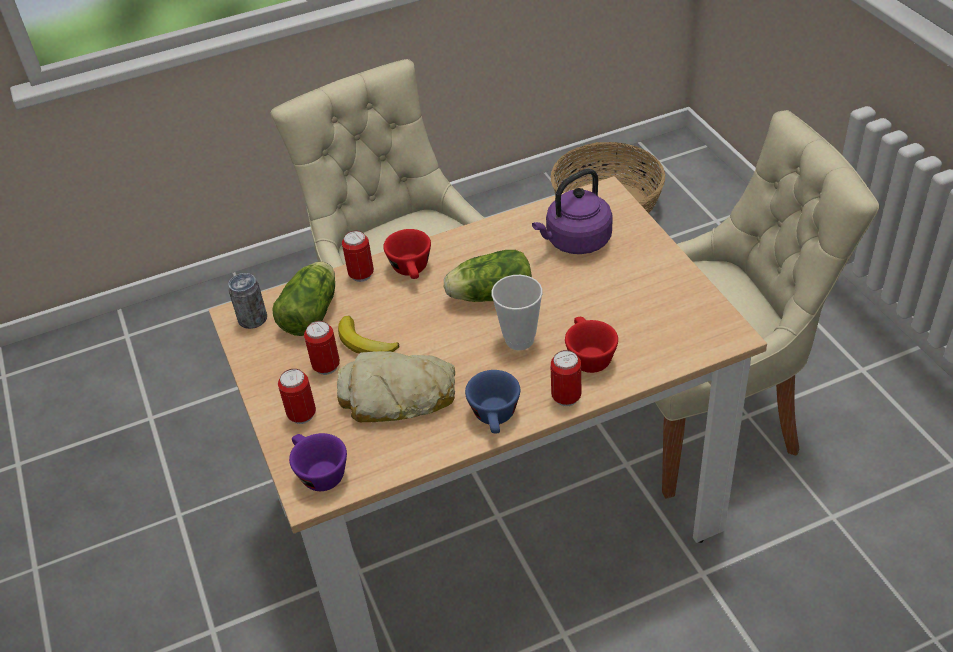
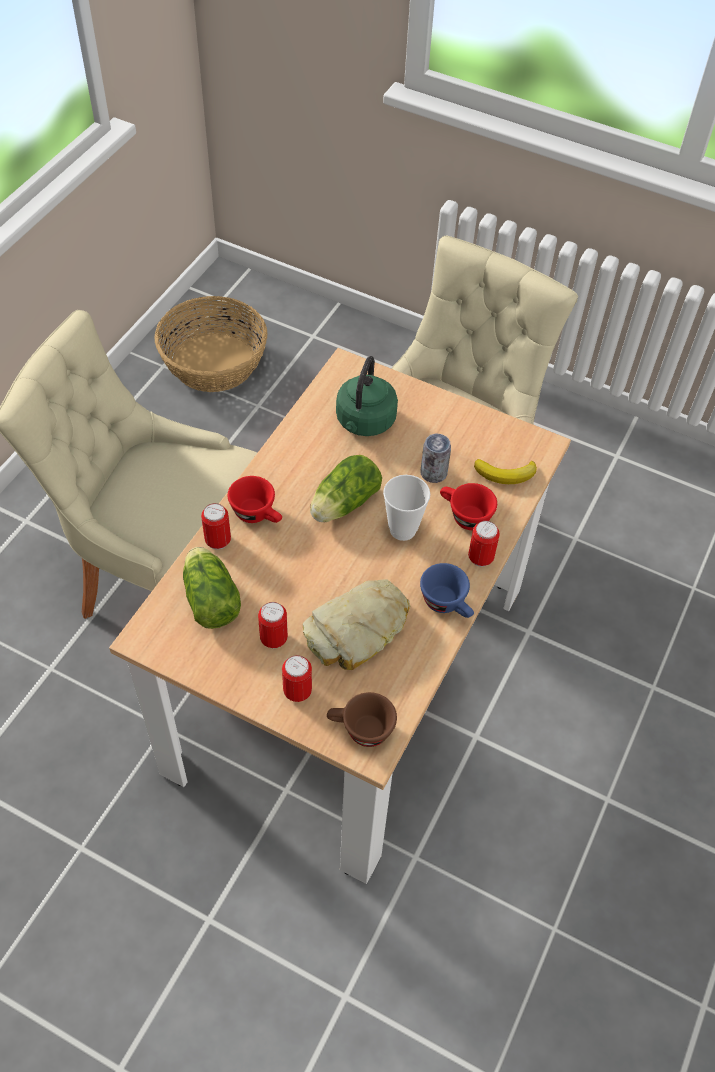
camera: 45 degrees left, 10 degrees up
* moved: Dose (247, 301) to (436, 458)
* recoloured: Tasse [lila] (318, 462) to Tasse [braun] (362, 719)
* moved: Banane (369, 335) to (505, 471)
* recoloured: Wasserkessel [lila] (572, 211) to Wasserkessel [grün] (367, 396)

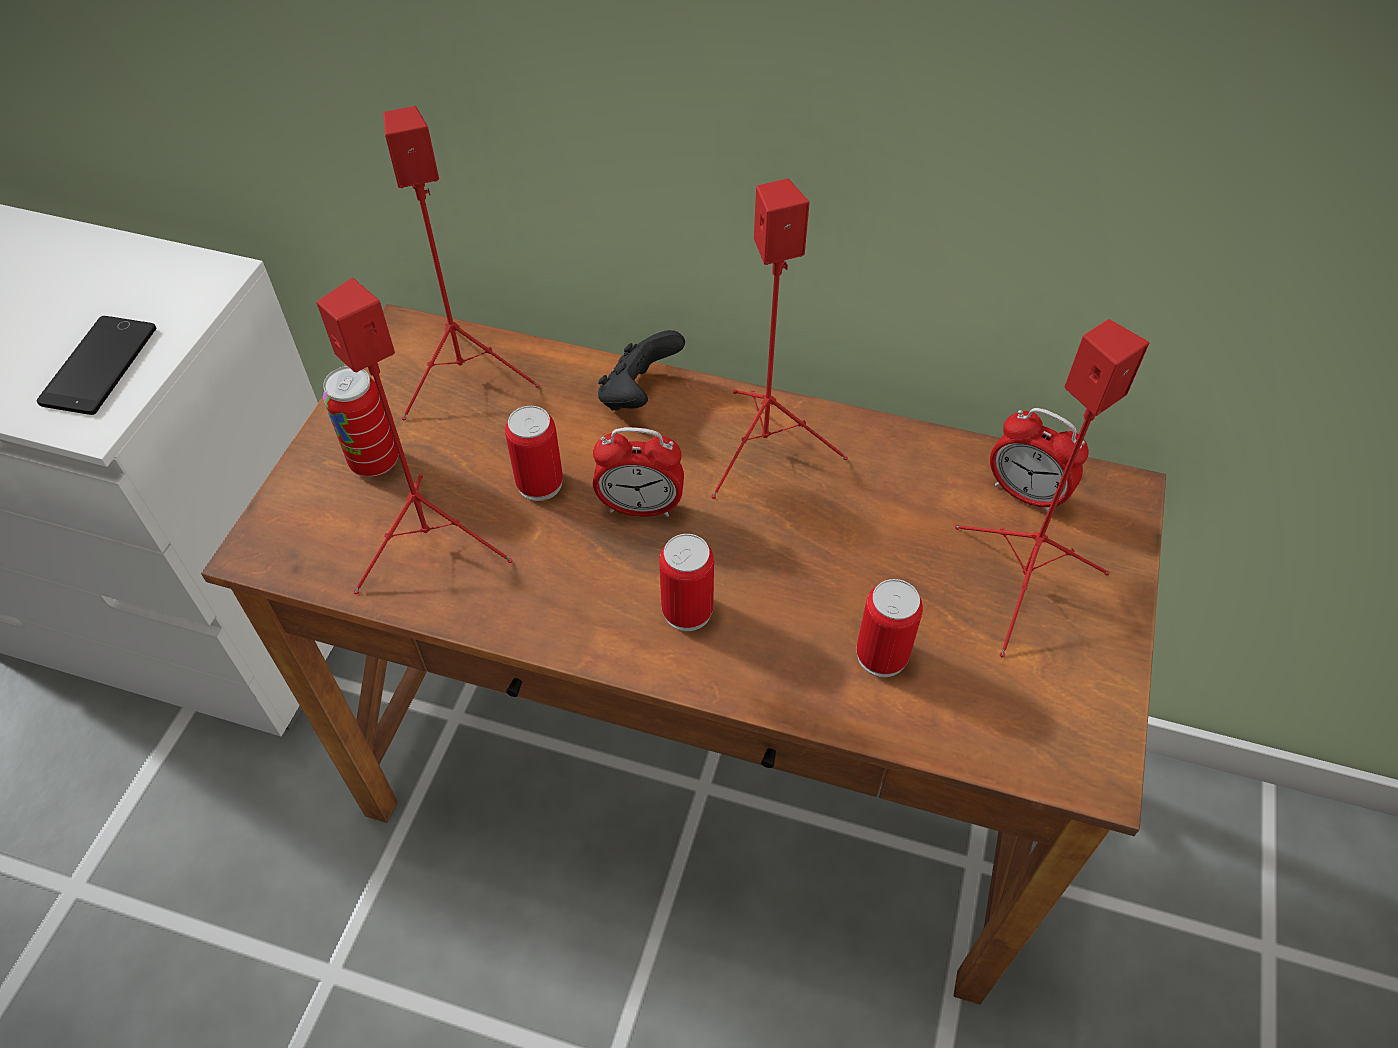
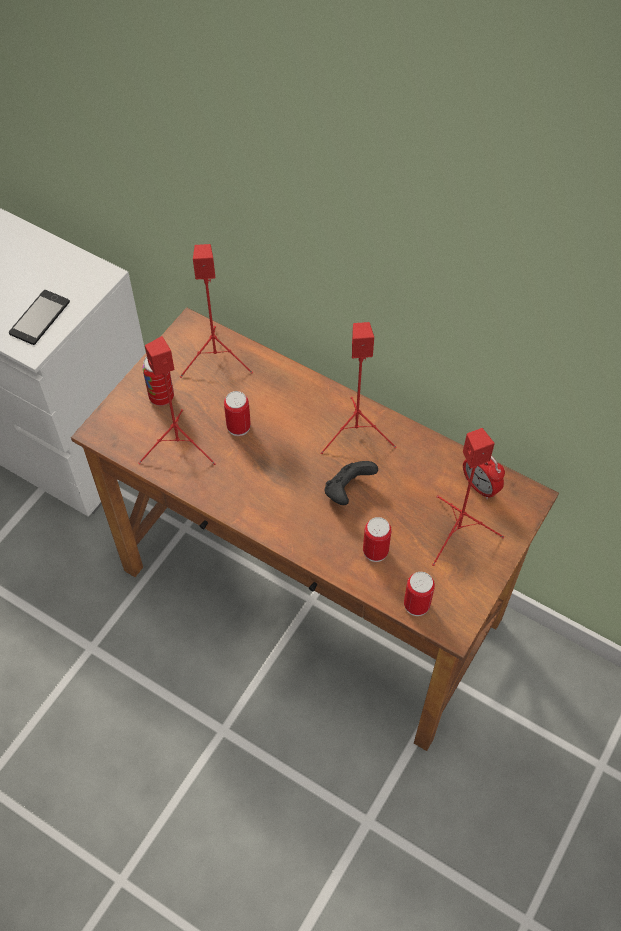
camera: 15 degrees right, 5 degrees up
* removed: Wecker (638, 472)
* moved: Gamepad [schwarz] (641, 370) to (351, 483)
* moved: Dose (686, 582) to (419, 594)

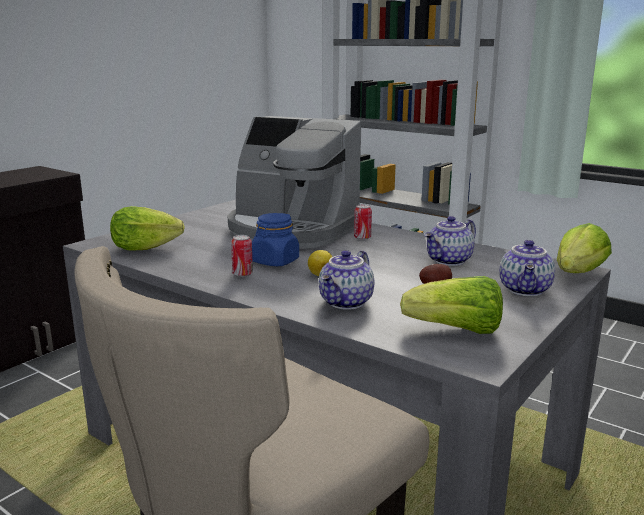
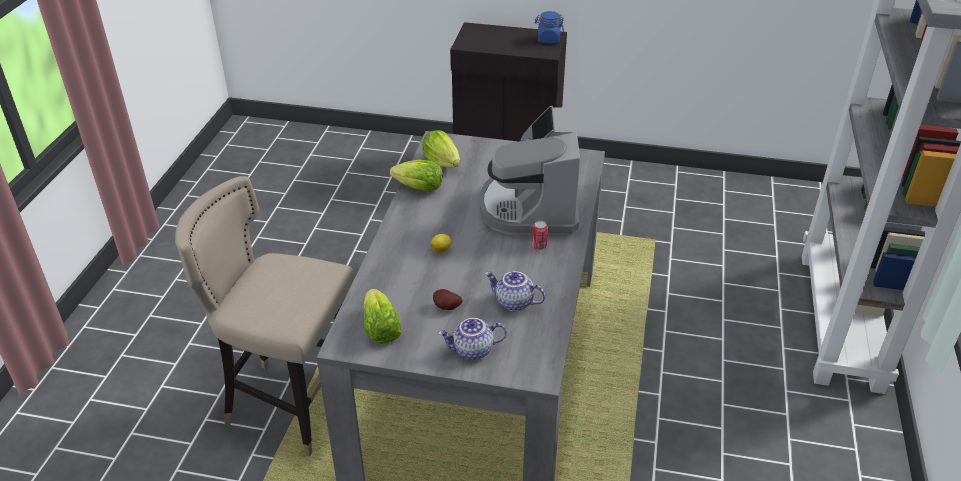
camera: 65 degrees right, 20 degrees up
* removed: Dose (242, 256)
* moved: Vorratsglas [blau] (275, 239) to (549, 27)
* removed: Teekanne (346, 280)
* moved: Salatkopf (584, 248) to (416, 176)

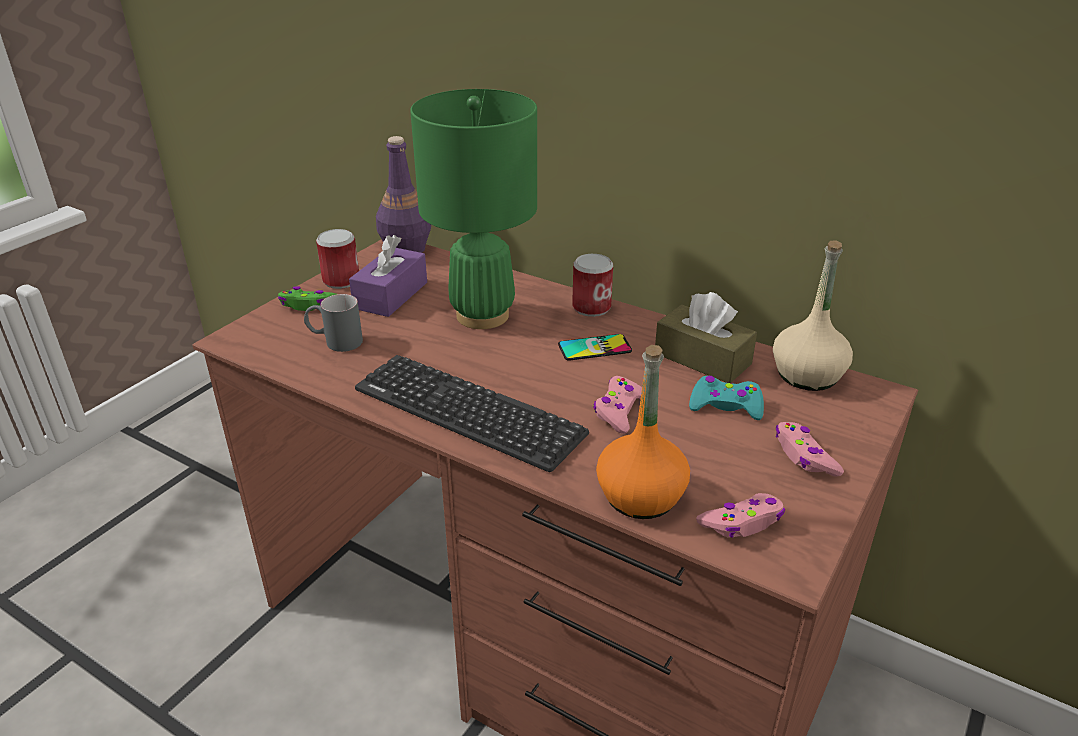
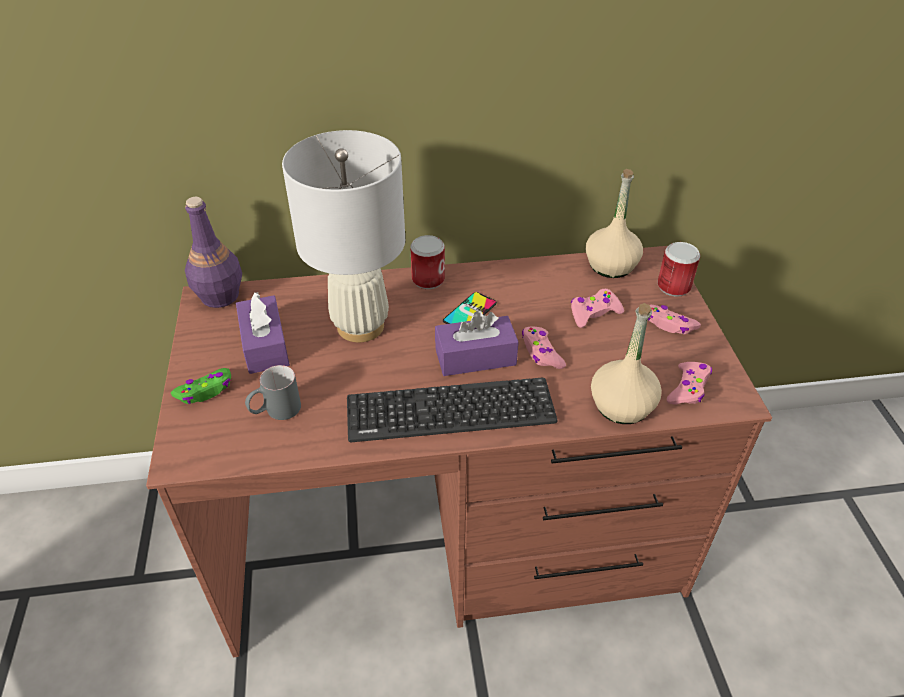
camera: 40 degrees left, 10 degrees up
* moved: Dose (337, 259) to (679, 269)
* recoloured: Tischlampe [grün] (473, 209) to Tischlampe [weiß] (343, 236)
* recoloured: Flasche [orange] (643, 432) to Flasche [beige] (626, 363)
* removed: Taschentuchbox [braun] (706, 337)
* recoloured: Gamepad [türkis] (726, 398) to Gamepad [rosa] (597, 308)
* added: Taschentuchbox [lila] (477, 343)

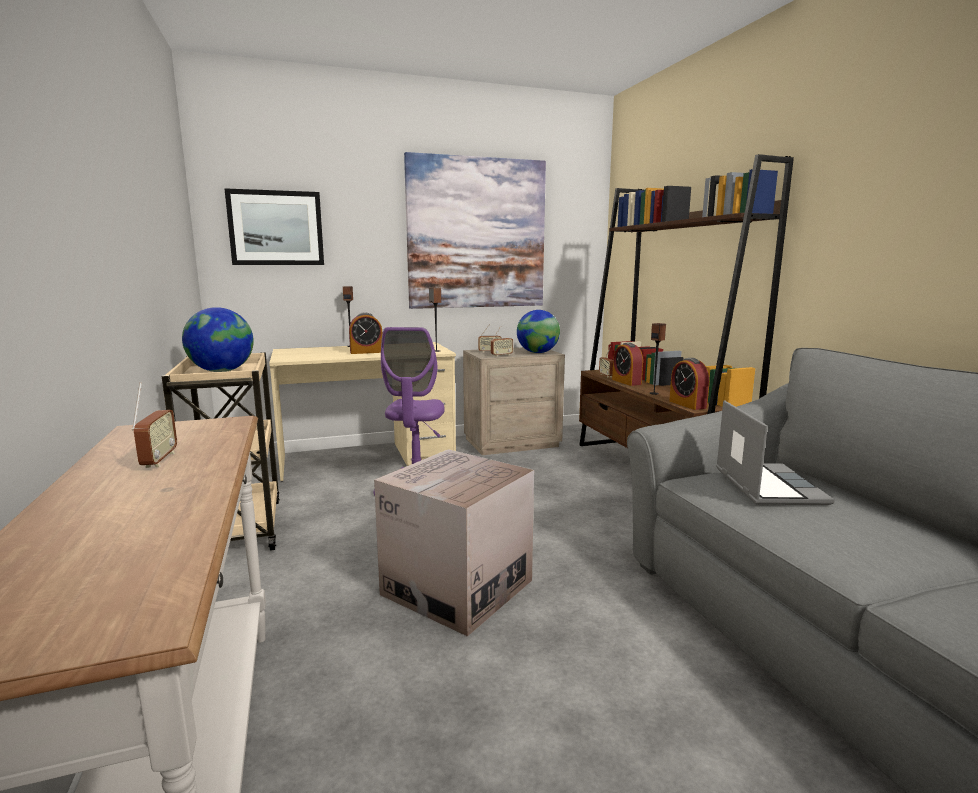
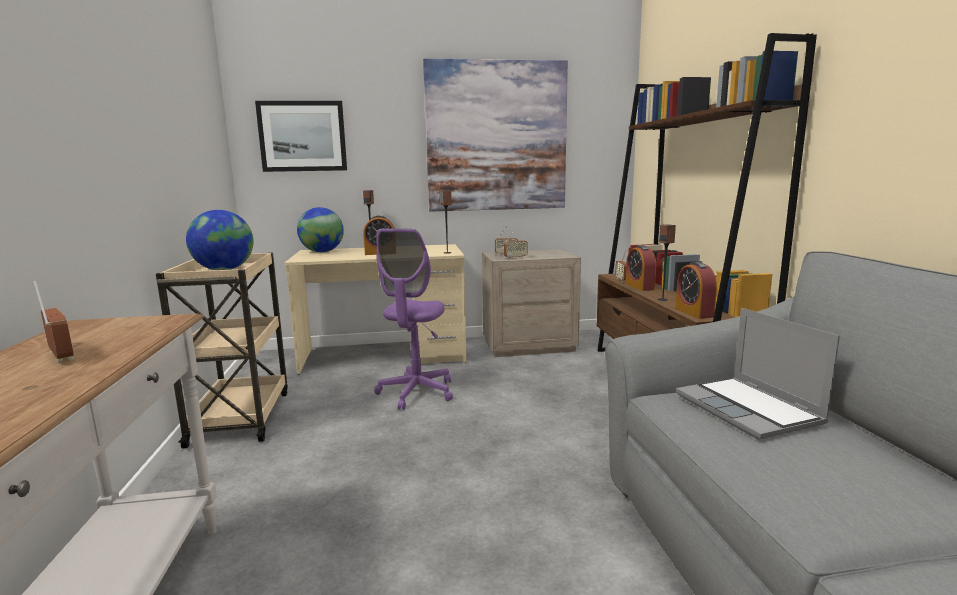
camera: 10 degrees right, 0 degrees up
* turned: Radio (154, 425) = (53, 321) 45 degrees counterclockwise
* removed: Karton (454, 543)
* moved: Globus (538, 331) to (320, 229)
* turned: Laptop (775, 452) = (758, 374) 150 degrees clockwise

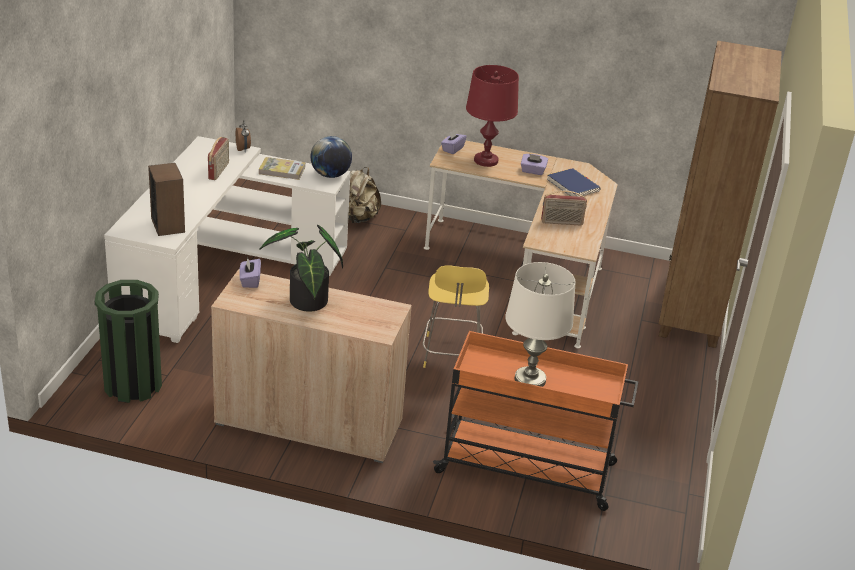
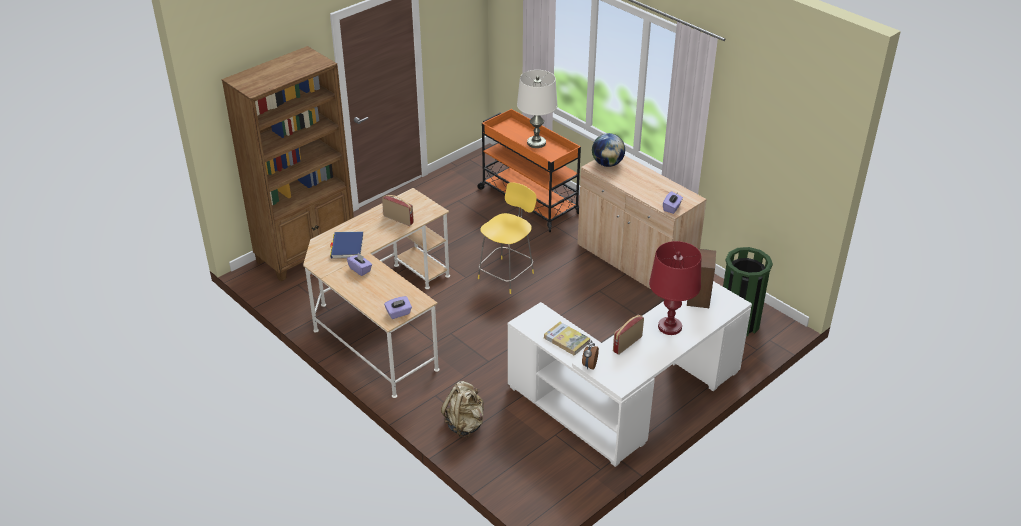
camera: 145 degrees left, 5 degrees up
* removed: Topfpflanze (301, 268)
* moved: Globus (331, 157) to (608, 150)
* moved: Tischlampe [rot] (492, 116) to (675, 288)

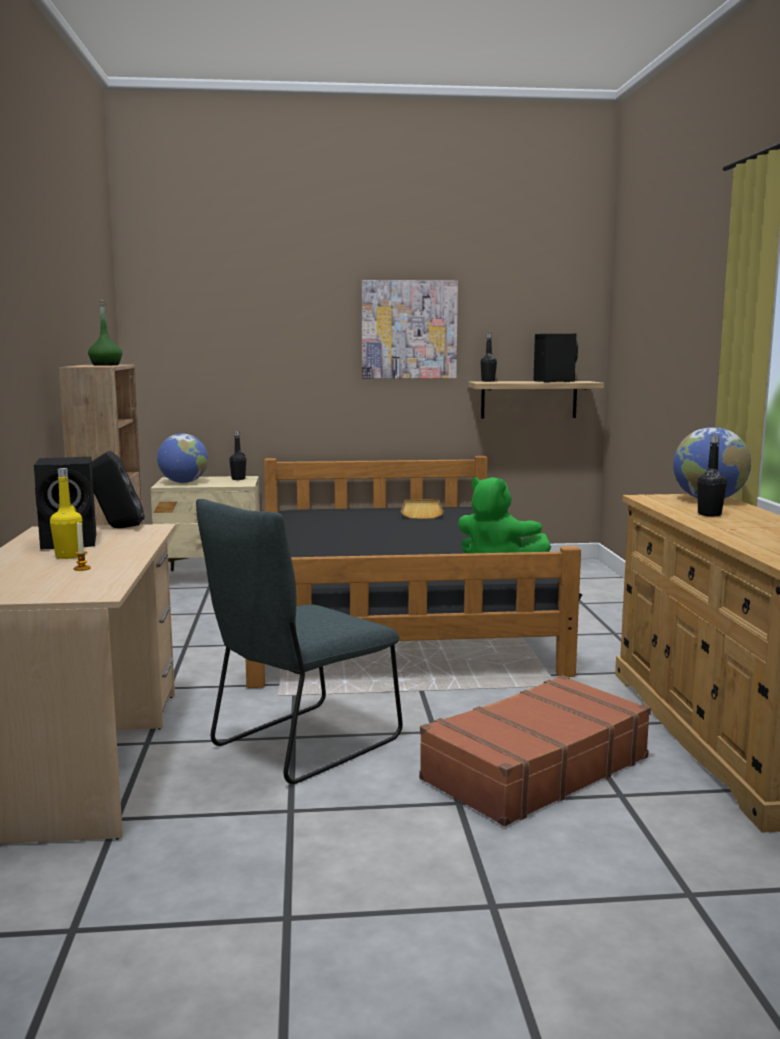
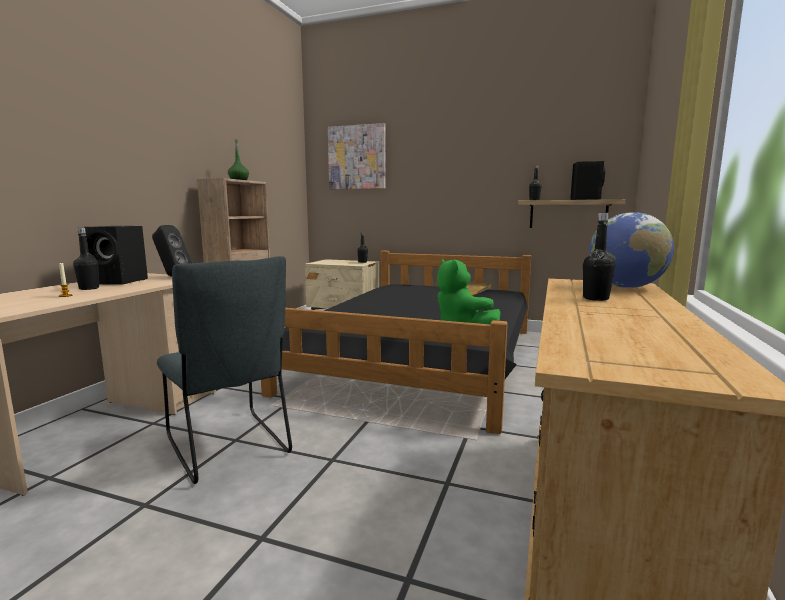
camera: 25 degrees right, 0 degrees up
* recoloured: Flasche [gelb] (66, 513) to Flasche [schwarz] (86, 259)
* removed: Globus (182, 458)
* turned: Stuhl [grau] (299, 641) = (224, 370) 105 degrees counterclockwise
* moved: Bild (409, 329) to (357, 156)
* removed: Koffer [braun] (535, 750)

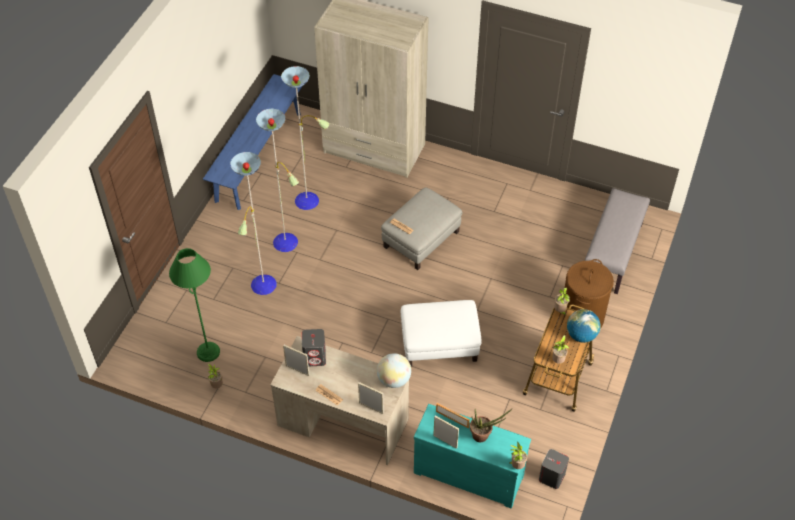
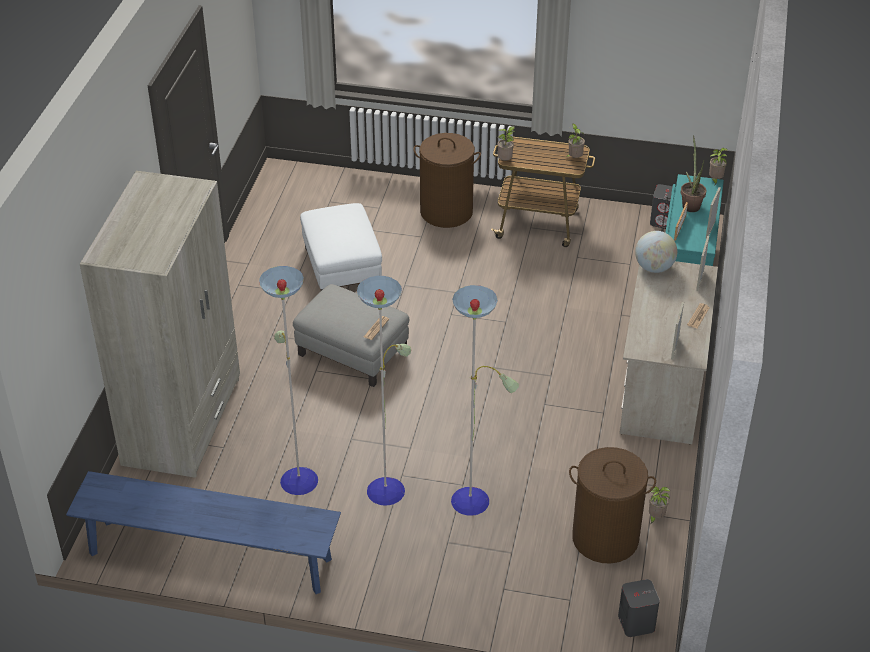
camera: 100 degrees left, 10 degrees down
* replaced: Stehlampe [grün] (194, 305) to Wäschekorb [braun] (612, 505)
* moved: Lautsprecher [grau] (314, 347) to (639, 608)
* moved: Polsterhocker [weiß] (441, 333) to (341, 247)
* removed: Globus (584, 326)
* removed: Bank [grau] (617, 241)

